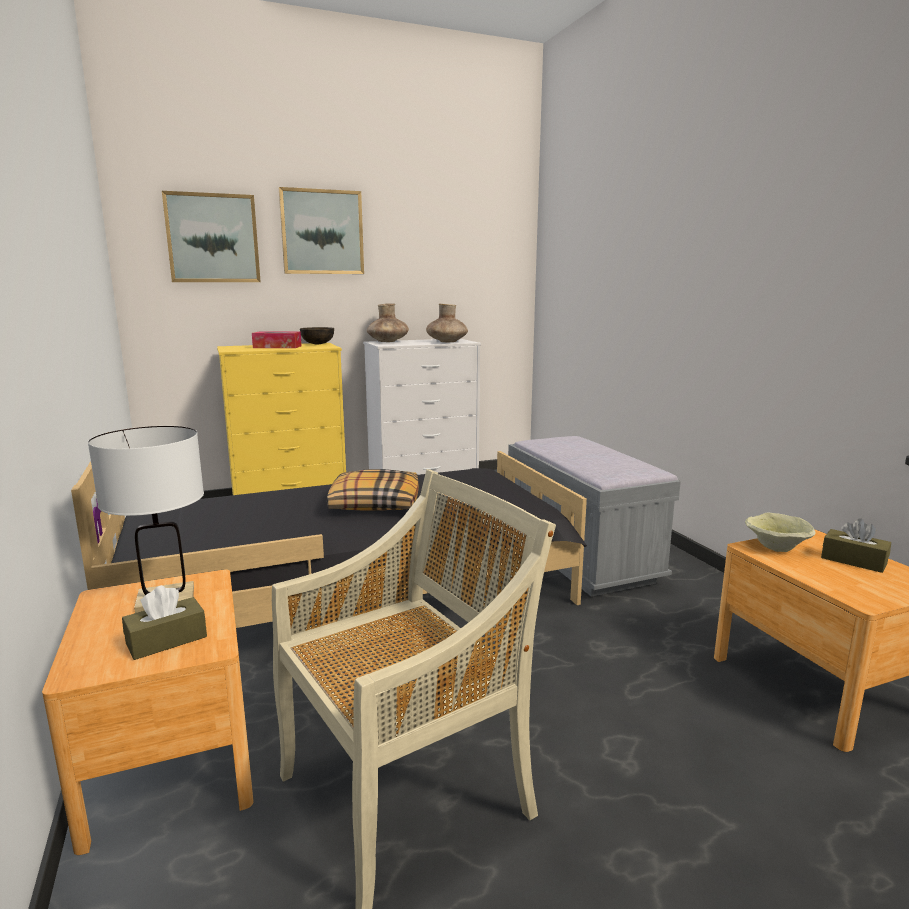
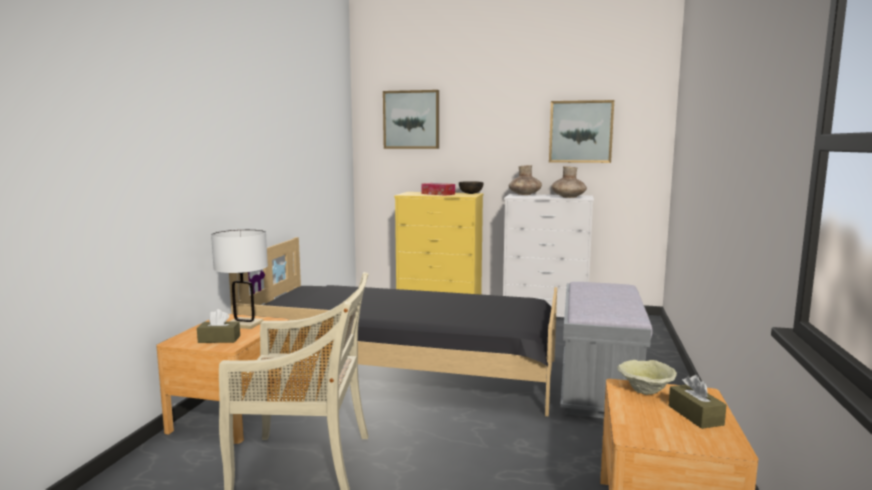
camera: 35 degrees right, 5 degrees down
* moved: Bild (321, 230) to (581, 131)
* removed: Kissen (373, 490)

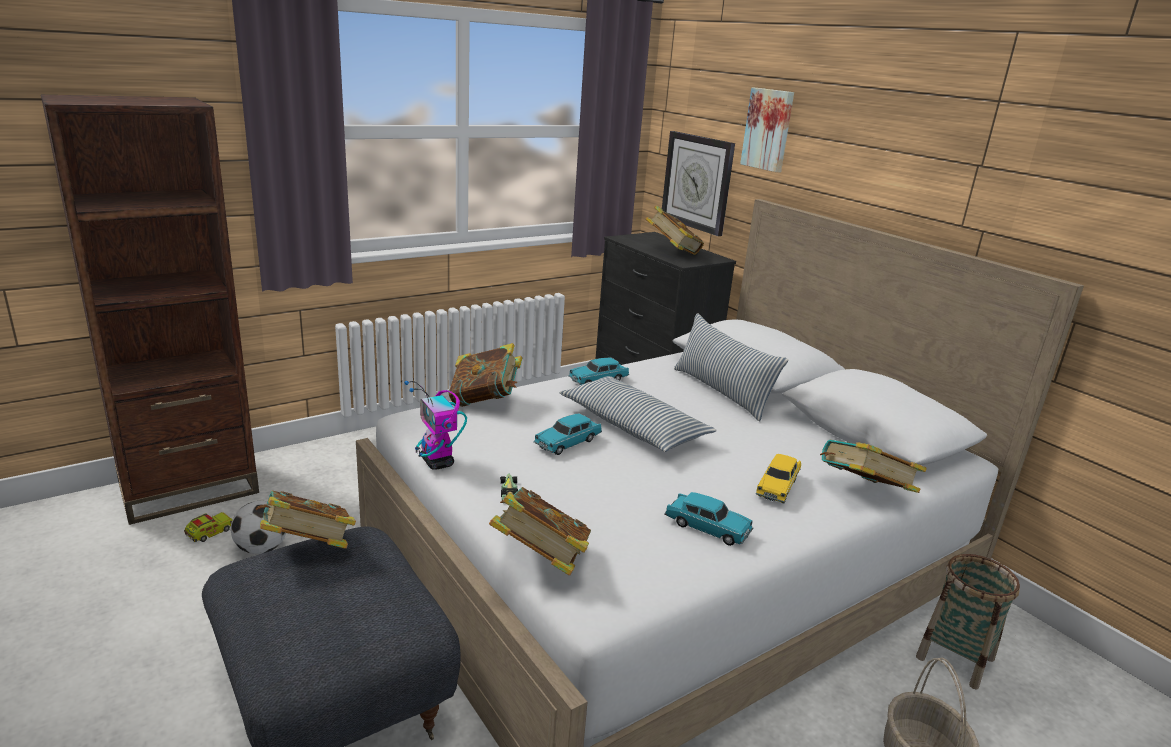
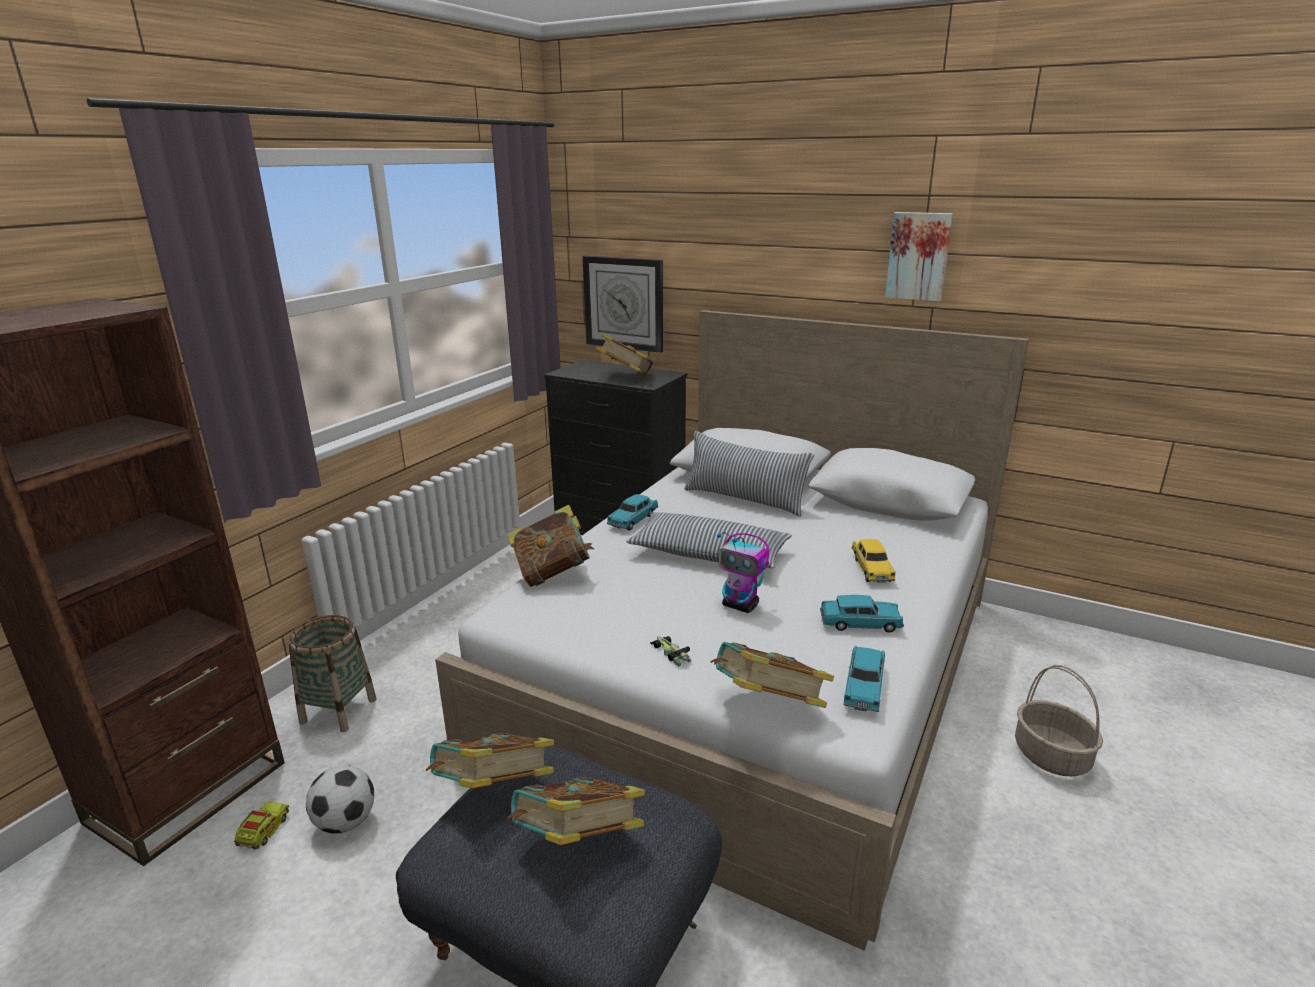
camera: 25 degrees left, 0 degrees up
* moved: Spielzeugroboter (435, 425) to (743, 572)
* moved: Spielzeugauto [türkis] (568, 434) to (864, 679)
* moved: Bild (767, 130) to (919, 257)
* moved: Buch (873, 466) to (576, 811)
* moved: Korb (968, 622) to (333, 673)

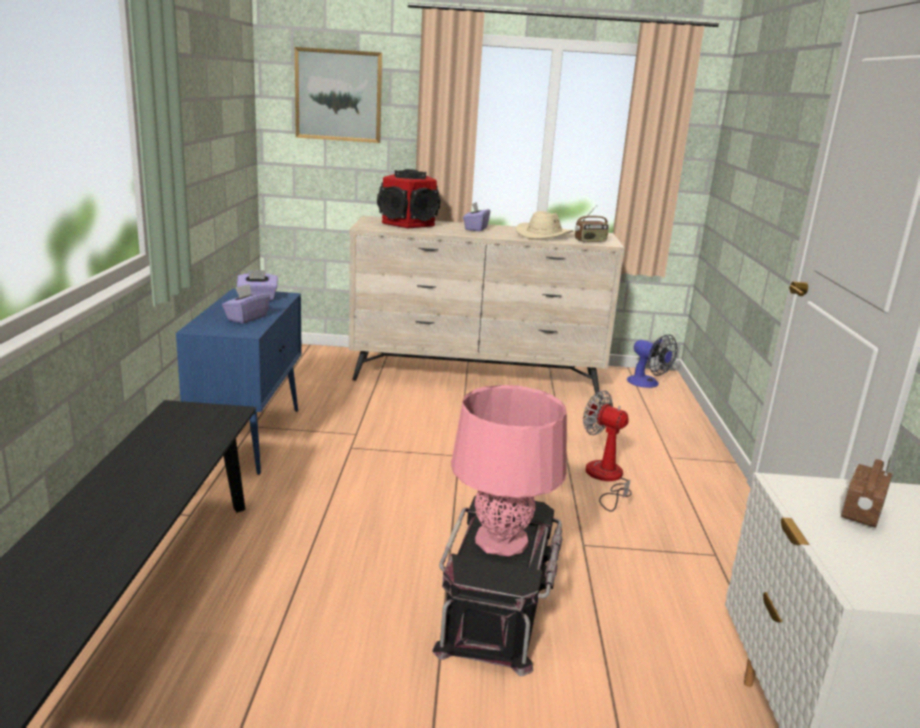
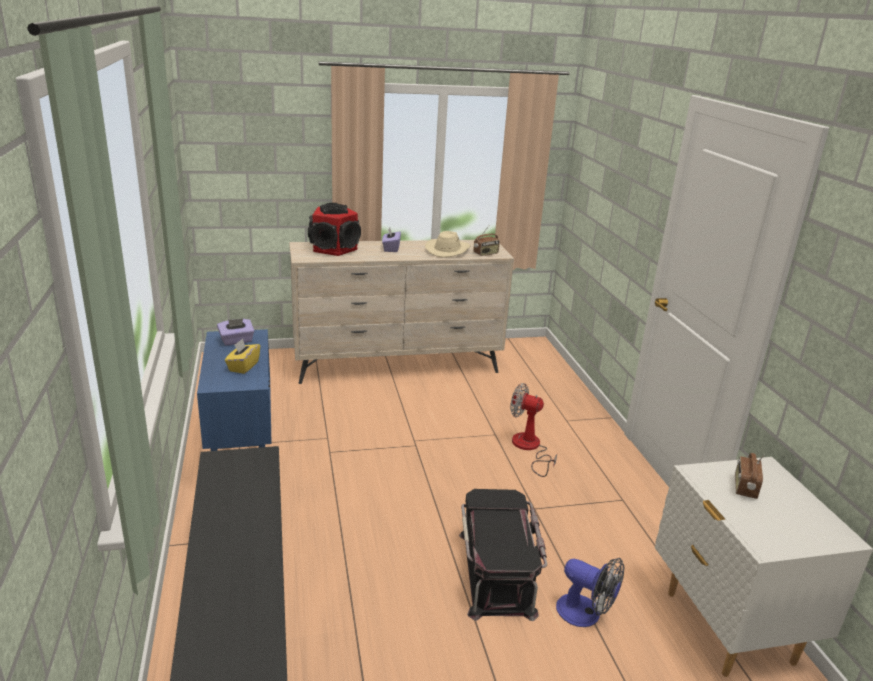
camera: 15 degrees left, 5 degrees up
* recoloured: Taschentuchbox [lila] (246, 304) to Taschentuchbox [gelb] (242, 356)
* removed: Bild (338, 95)
* removed: Tischlampe [rosa] (508, 471)
* moved: Ventilator (652, 361) to (590, 592)

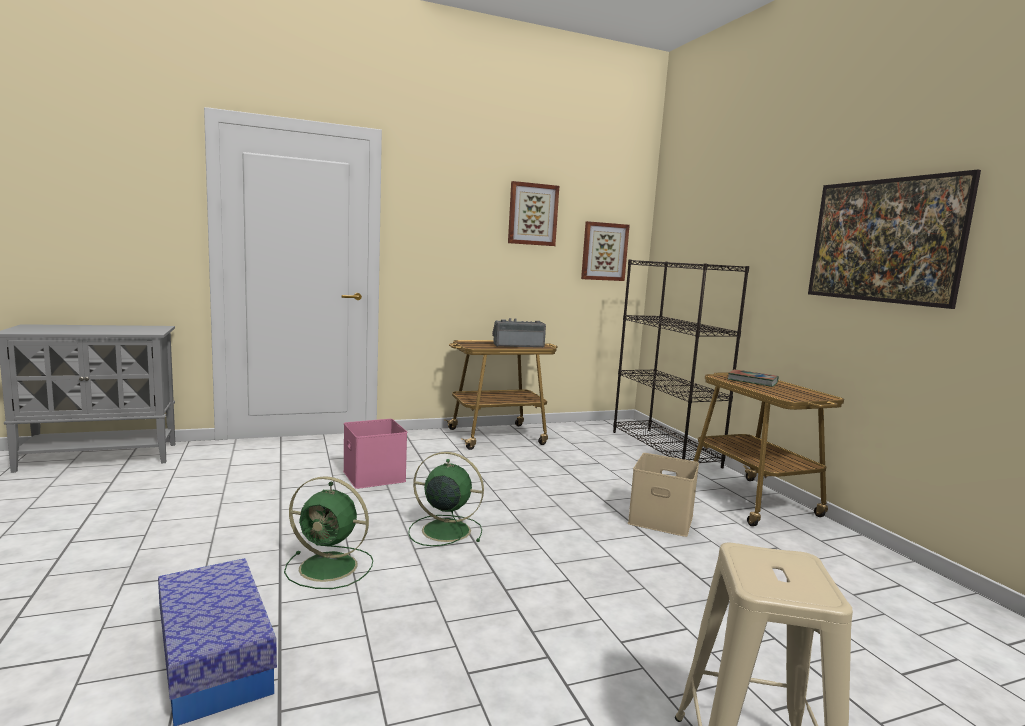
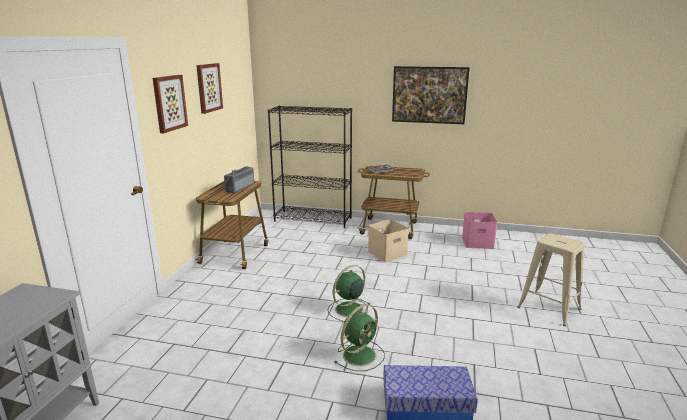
camera: 55 degrees left, 10 degrees up
* moved: Aufbewahrungsbox [rosa] (375, 454) to (479, 230)
* moved: Bild (605, 251) to (170, 104)

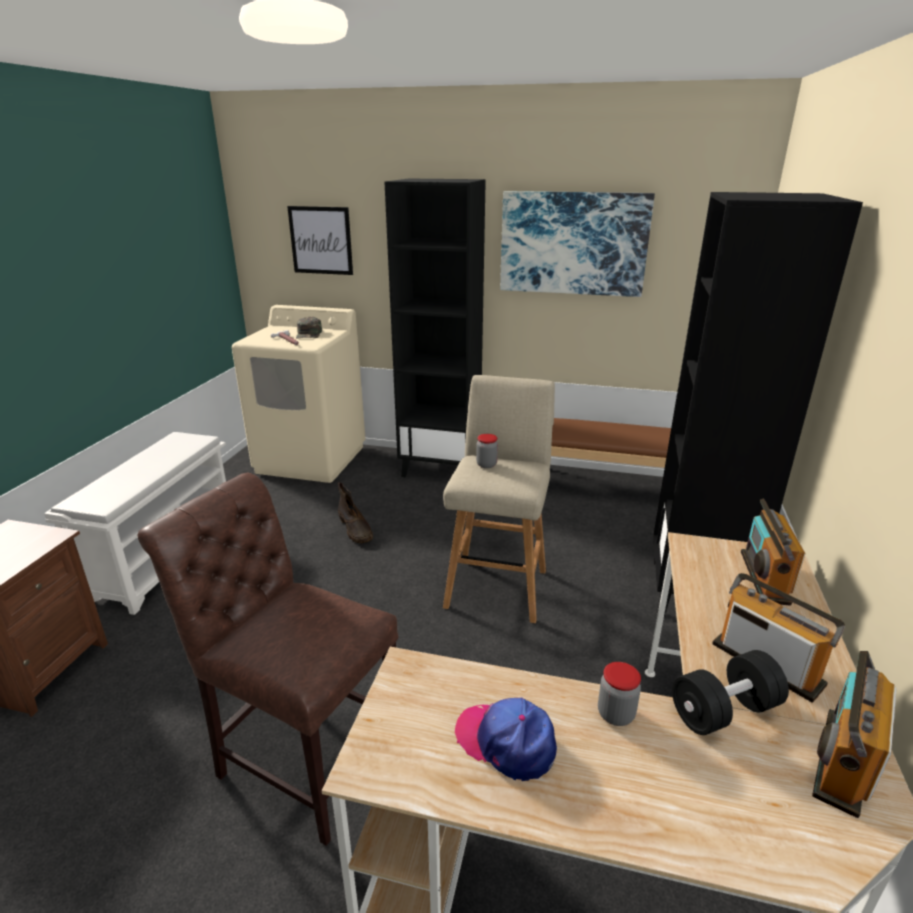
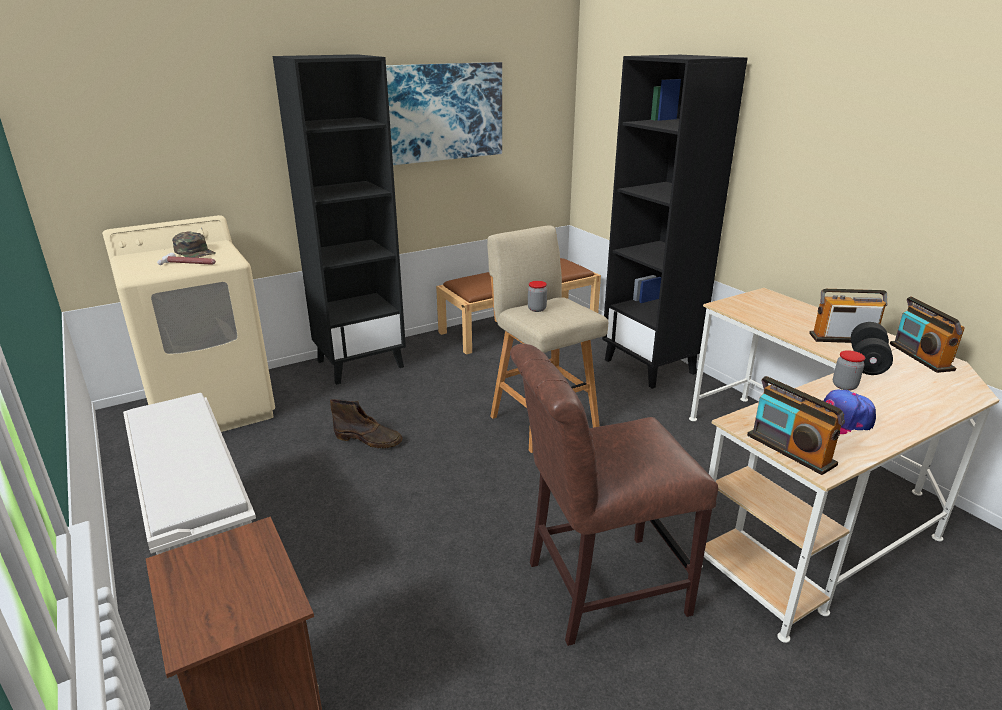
camera: 45 degrees left, 0 degrees up
* removed: Bild (320, 240)
* moved: Radio (773, 552) to (796, 425)

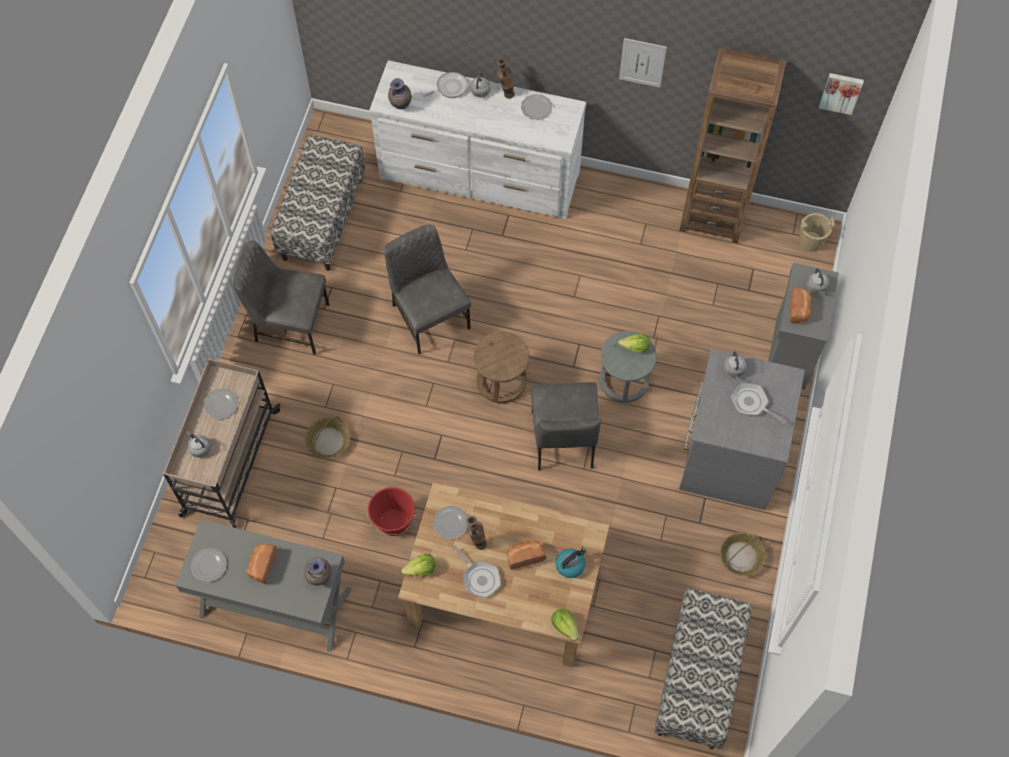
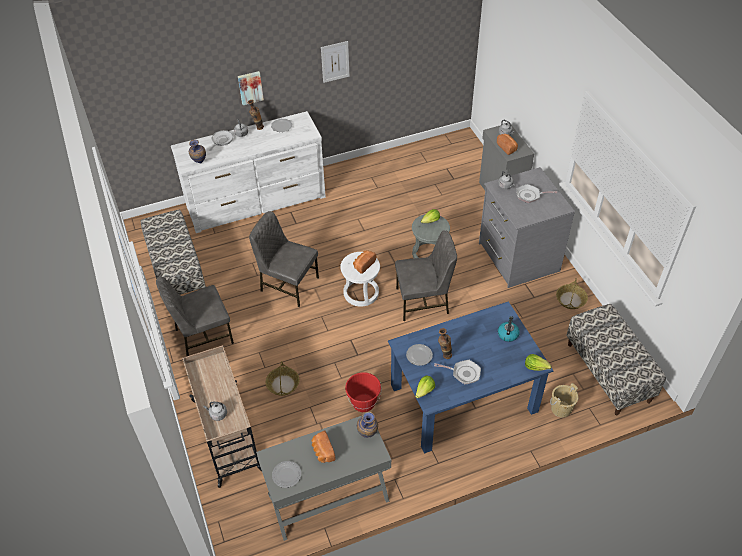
camera: 35 degrees left, 15 degrees down
* removed: Teller (221, 404)
* recoloured: Esstisch [braun] (504, 574) to Esstisch [blau] (470, 377)
* recoloured: Hocker [braun] (501, 367) to Hocker [weiß] (360, 279)
* moved: Brot (526, 555) to (364, 262)
* turned: Stuhl [grau] (566, 426) = (426, 275) 60 degrees counterclockwise
* removed: Bücherregal [braun] (732, 146)
* moved: Eimer [beige] (816, 232) to (564, 400)
* moved: Bild (841, 94) to (251, 88)

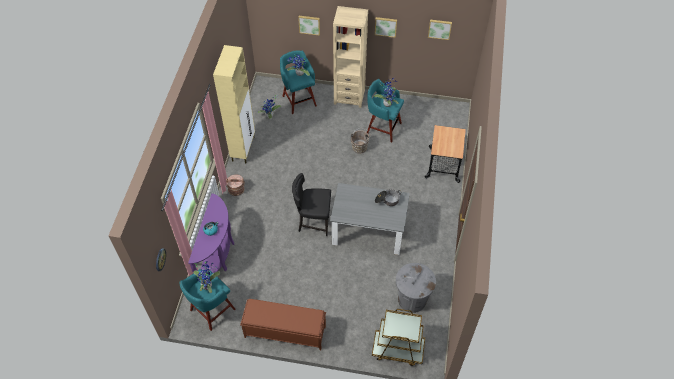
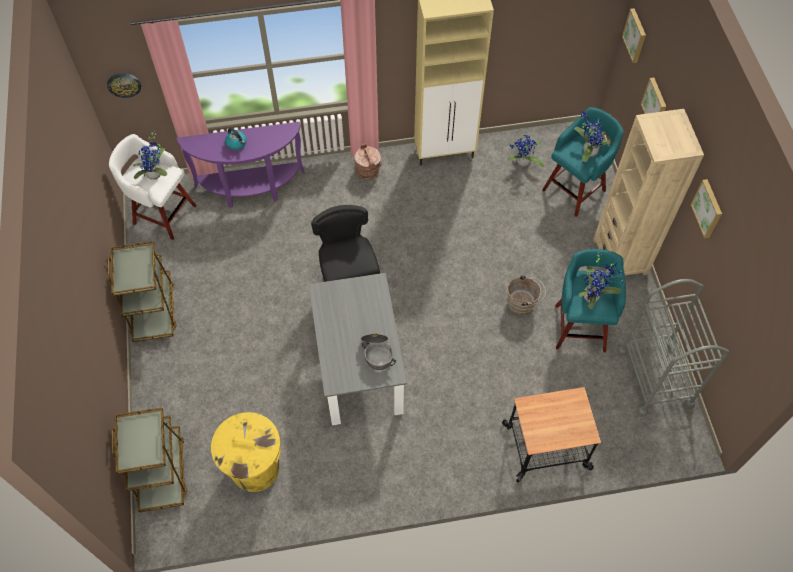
camera: 70 degrees right, 5 degrees up
* recoloured: Hocker [türkis] (208, 300) to Hocker [weiß] (153, 187)
* replaced: Bank [braun] (283, 324) to Rollwagen [braun] (142, 291)
* recoloured: Mülleimer [grau] (416, 288) to Mülleimer [gelb] (246, 452)
* moved: Bild (440, 30) to (634, 35)
* added: Rollwagen [grau] (673, 348)

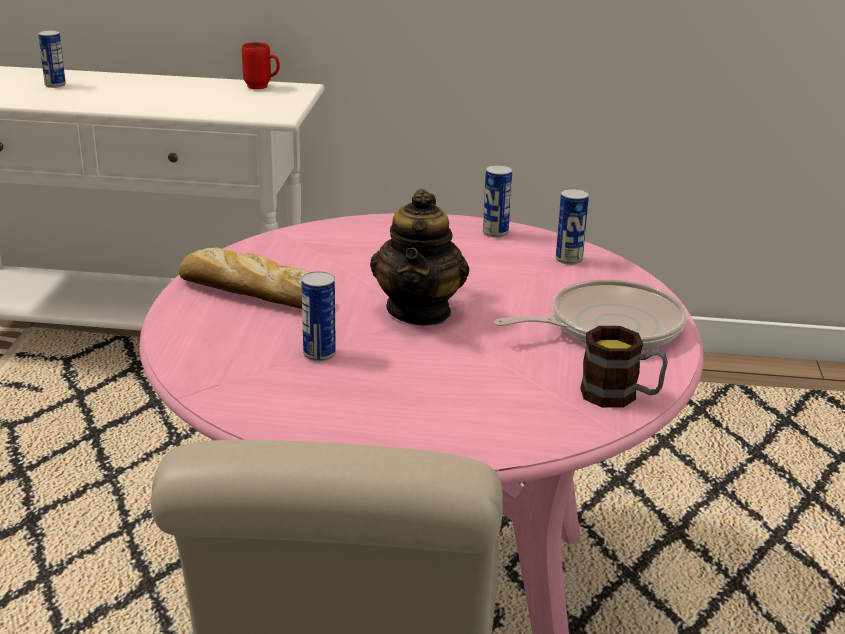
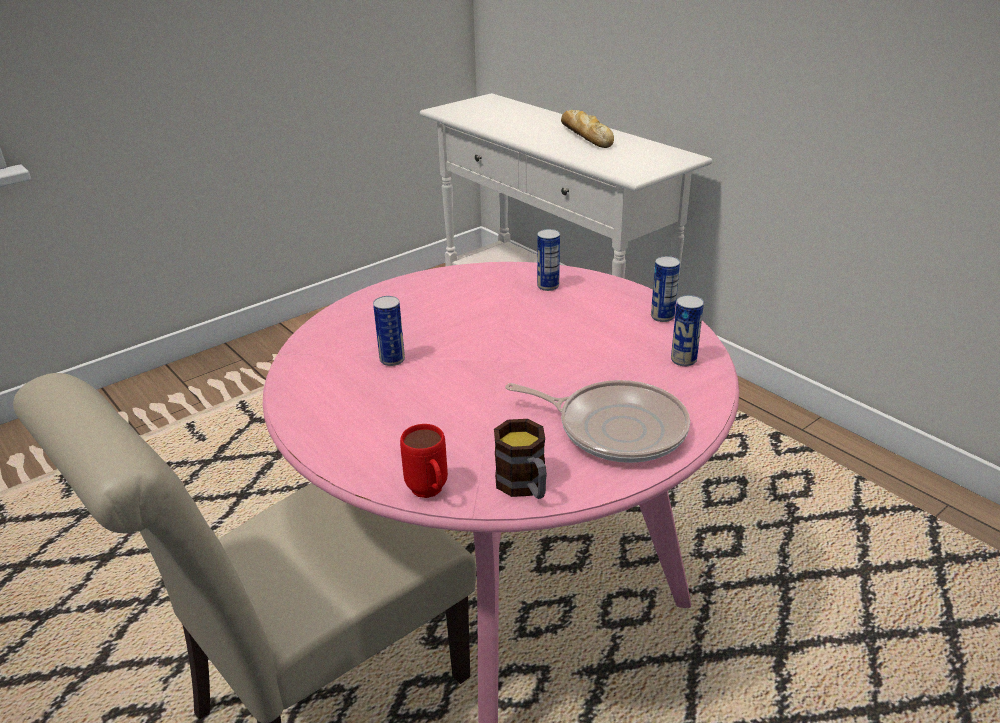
camera: 45 degrees right, 5 degrees up
* moved: Dose (52, 59) to (548, 260)
* moved: Brot (244, 278) to (587, 129)
* moved: Henkelbecher [rot] (261, 65) to (424, 461)
* removed: Teekanne (419, 257)

